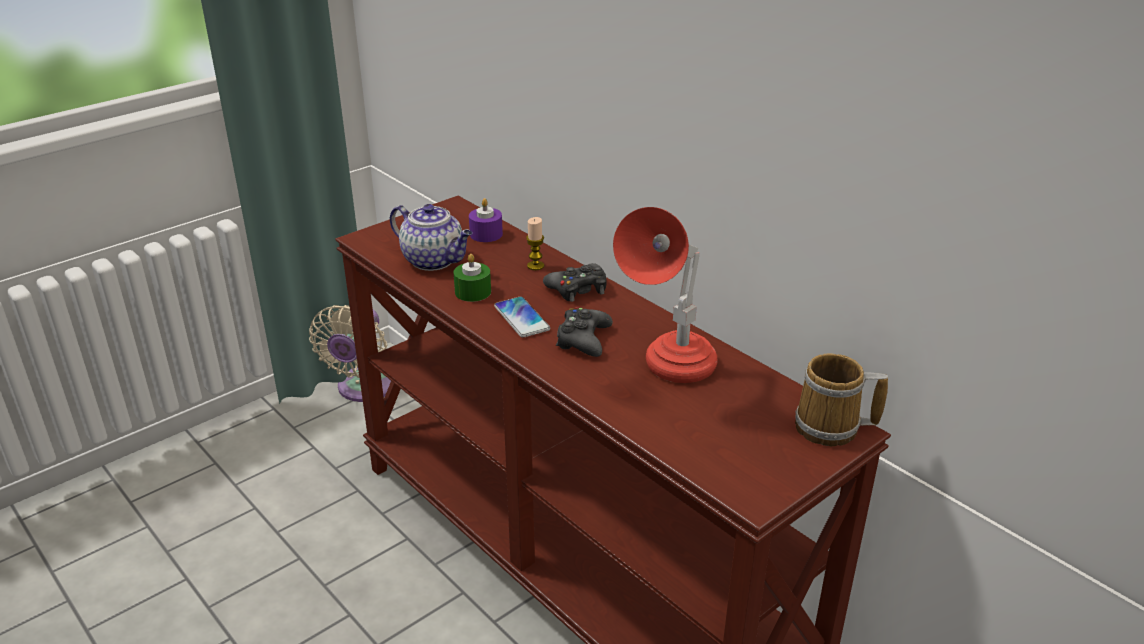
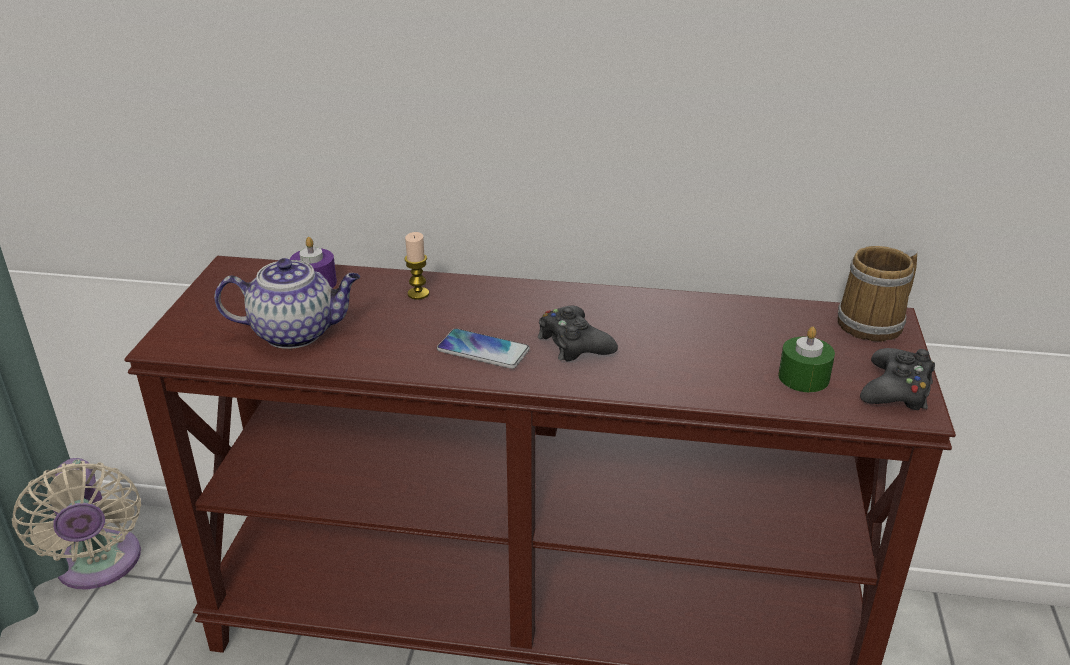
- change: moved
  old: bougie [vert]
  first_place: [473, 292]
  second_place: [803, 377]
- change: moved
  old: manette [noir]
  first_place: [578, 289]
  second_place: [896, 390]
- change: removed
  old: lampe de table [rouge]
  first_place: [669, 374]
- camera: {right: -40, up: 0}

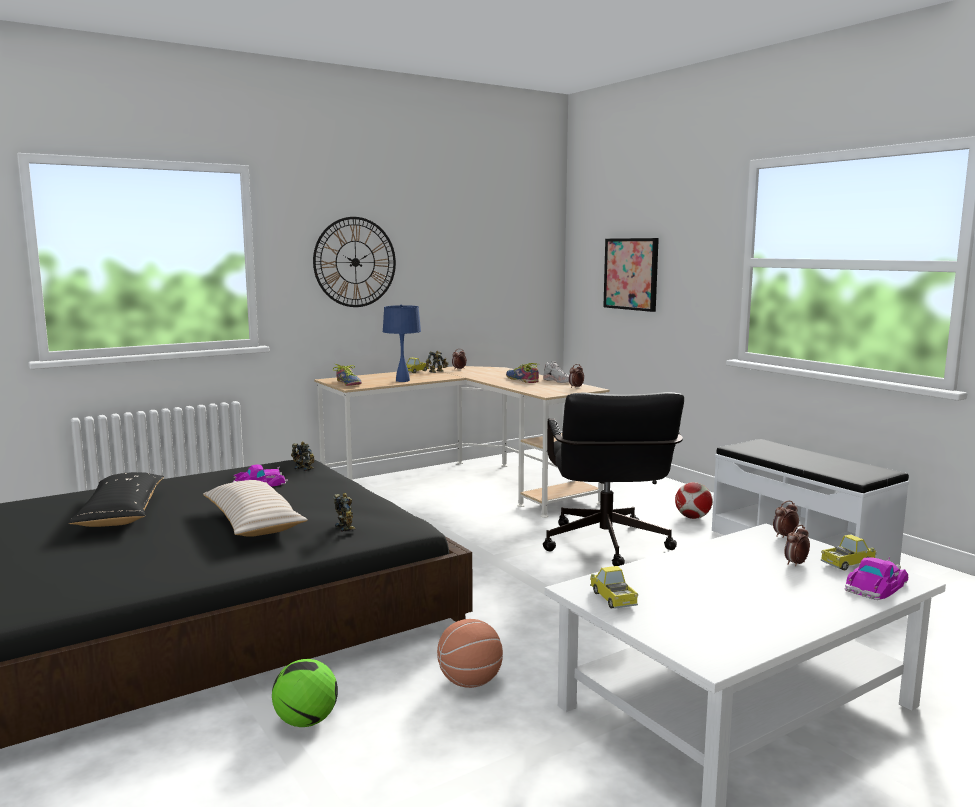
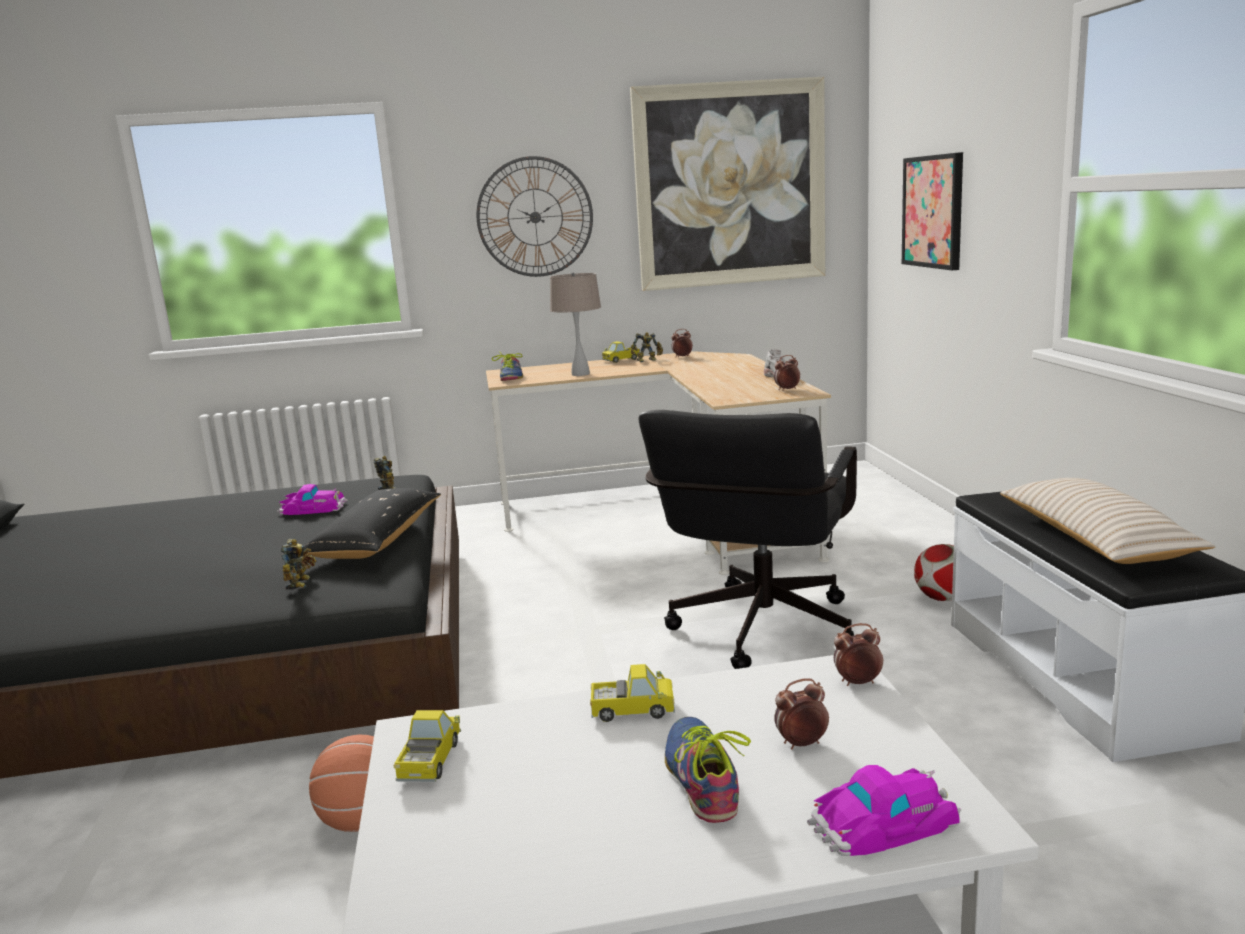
- change: moved
  old: coussin [noir]
  first_place: [121, 513]
  second_place: [376, 540]
- change: recoloured
  old: lampe de table [bleu]
  new: lampe de table [beige]
  first_place: [402, 380]
  second_place: [580, 374]
- change: moved
  old: camion jouet
  first_place: [847, 564]
  second_place: [633, 711]
- change: added
  new: tableau
  second_place: [730, 185]
- change: moved
  old: chaussure
  first_place: [522, 380]
  second_place: [701, 778]
- change: moved
  old: coussin [beige]
  first_place: [253, 522]
  second_place: [1095, 540]
- change: removed
  old: ballon de foot
  first_place: [306, 721]
- camera: {right: 25, up: 5}

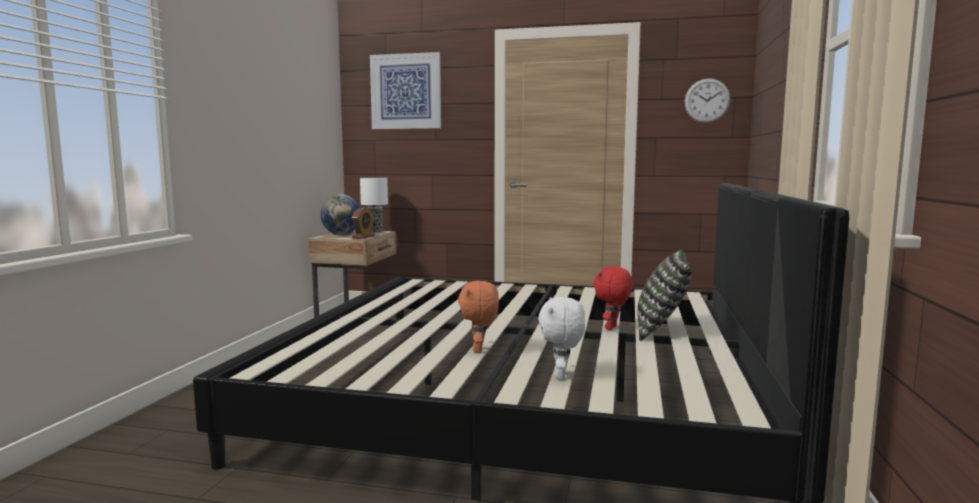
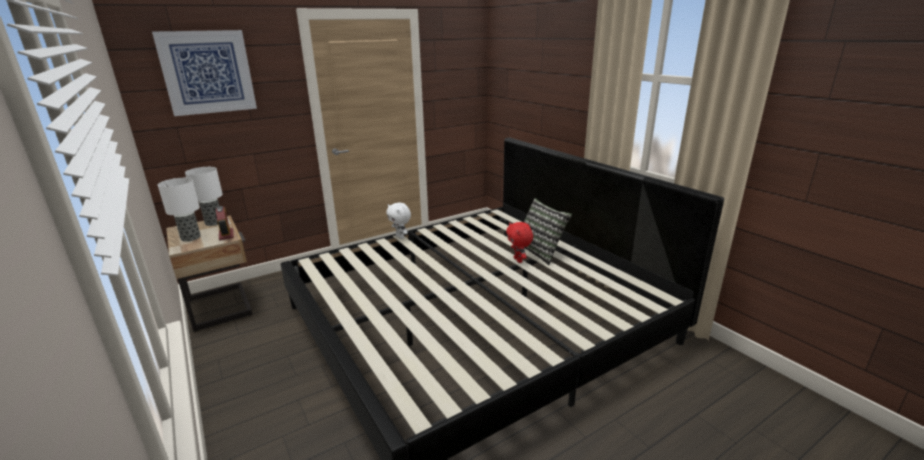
- change: replaced
  old: globe
  new: lampe de table
  first_place: [342, 234]
  second_place: [191, 237]
- change: moved
  old: peluche [blanc]
  first_place: [561, 376]
  second_place: [400, 237]
- change: removed
  old: peluche [orange]
  first_place: [479, 350]
- change: removed
  old: horloge murale
  first_place: [707, 100]
- camera: {right: -45, up: 15}

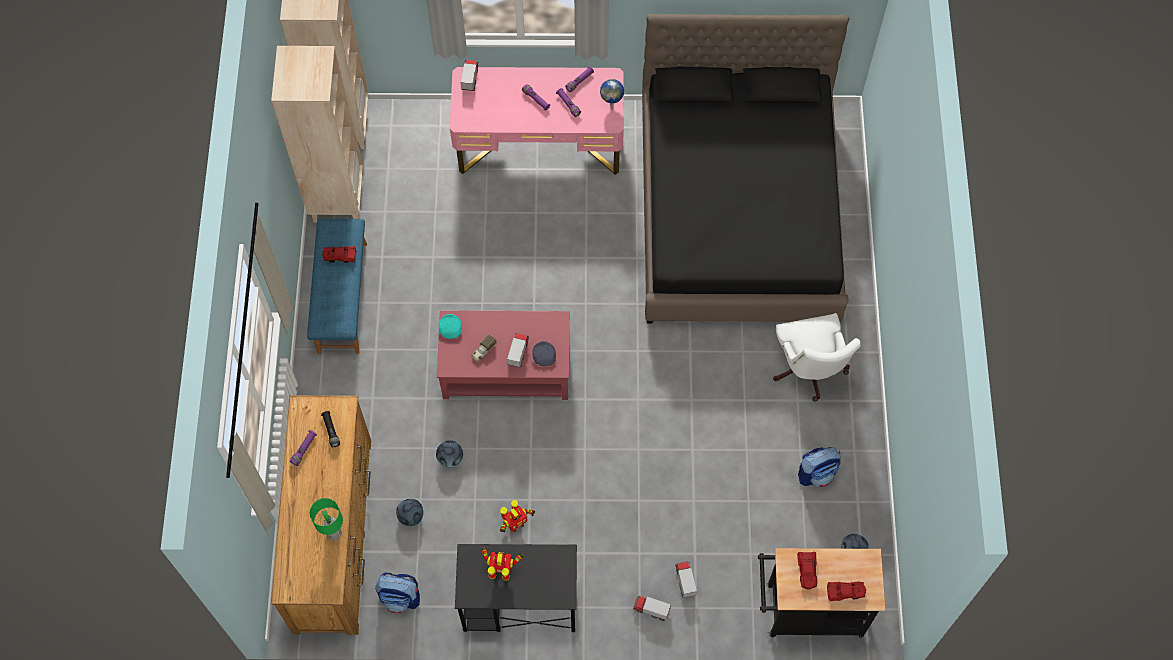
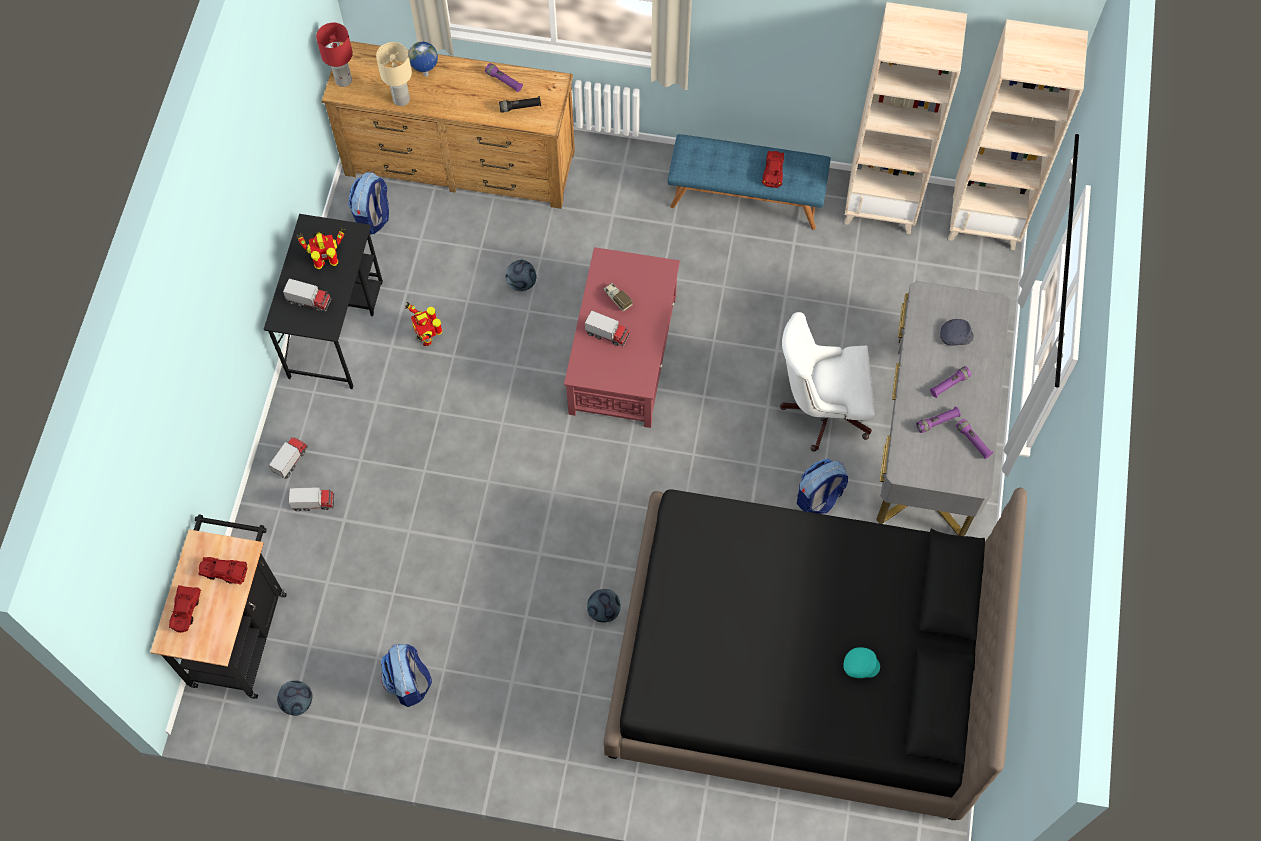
- change: moved
  old: camion jouet
  first_place: [470, 79]
  second_place: [309, 301]
- change: turned
  old: robot jouet
  first_place: [501, 570]
  second_place: [328, 263]
  degrees: -120
- change: added
  new: lampe de table [rouge]
  second_place: [344, 80]
- change: recoloured
  old: lampe de table [vert]
  new: lampe de table [beige]
  first_place: [334, 533]
  second_place: [401, 100]
- change: moved
  old: globe
  first_place: [612, 103]
  second_place: [426, 75]
- change: moved
  old: ballon de foot
  first_place: [411, 516]
  second_place: [604, 611]
- change: moved
  old: chaise de bureau [blanc]
  first_place: [809, 371]
  second_place: [821, 409]
- change: added
  new: sac à dos
  second_place: [819, 498]
- change: moved
  old: casquette [turquoise]
  first_place: [450, 328]
  second_place: [860, 665]
- change: recoloured
  old: bureau [rose]
  new: bureau [gris]
  first_place: [539, 146]
  second_place: [930, 435]
- change: moved
  old: casquette [gris]
  first_place: [543, 355]
  second_place: [955, 335]
- camera: {right: 100, up: 0}

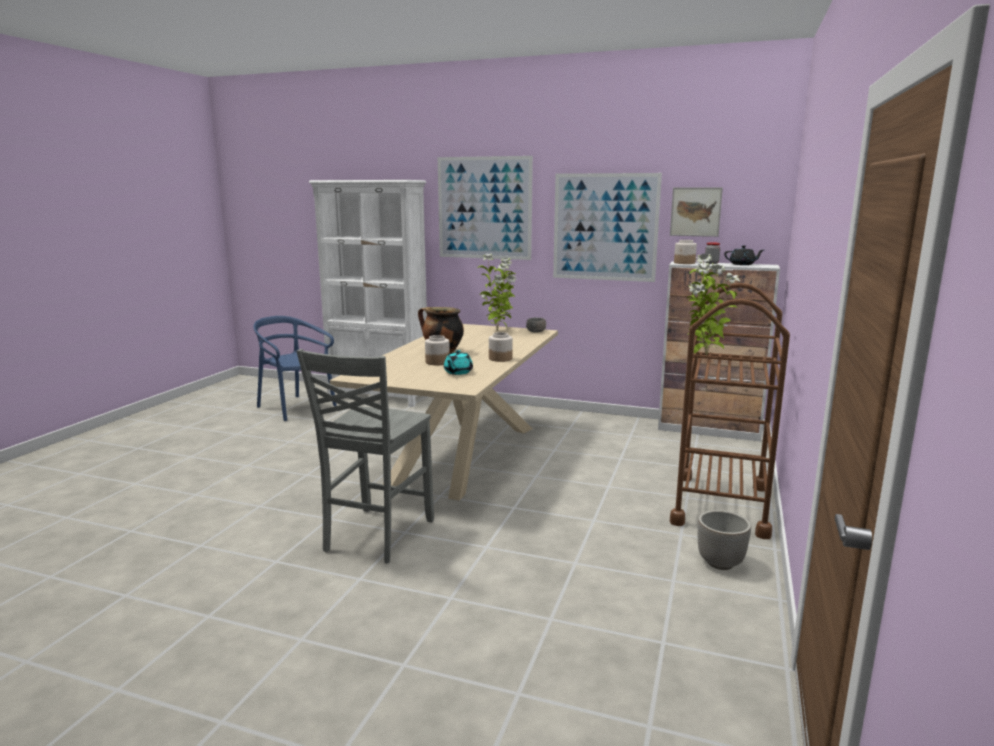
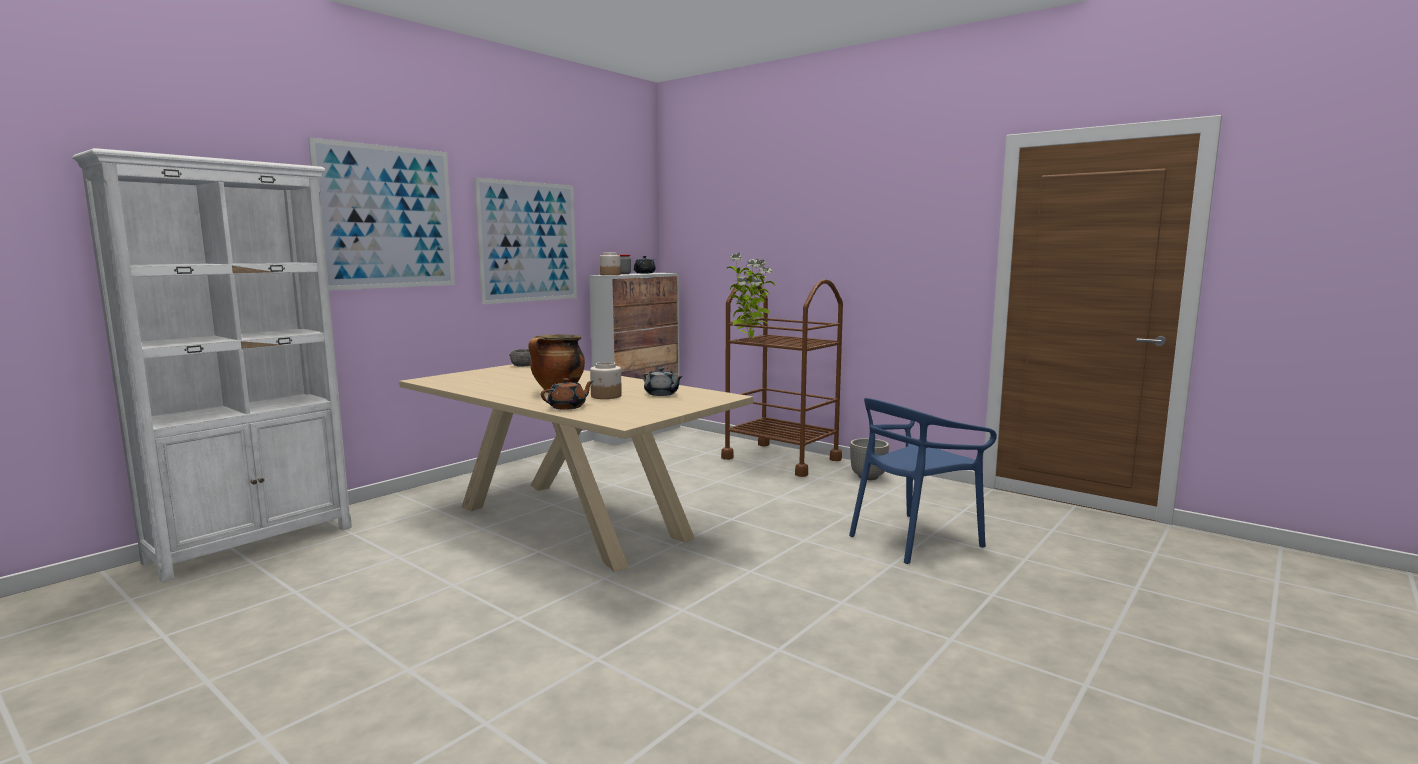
- change: added
  new: théière [marron]
  second_place: [568, 407]
- change: recoloured
  old: théière [turquoise]
  new: théière [gris]
  first_place: [457, 372]
  second_place: [662, 394]
- change: moved
  old: chaise [bleu]
  first_place: [295, 407]
  second_place: [913, 539]
- change: removed
  old: chaise [gris]
  first_place: [376, 536]
- change: removed
  old: plante en pot
  first_place: [498, 331]
- change: removed
  old: bocal
  first_place: [500, 358]
- change: removed
  old: tableau
  first_place: [695, 212]
- camera: {right: -70, up: -5}

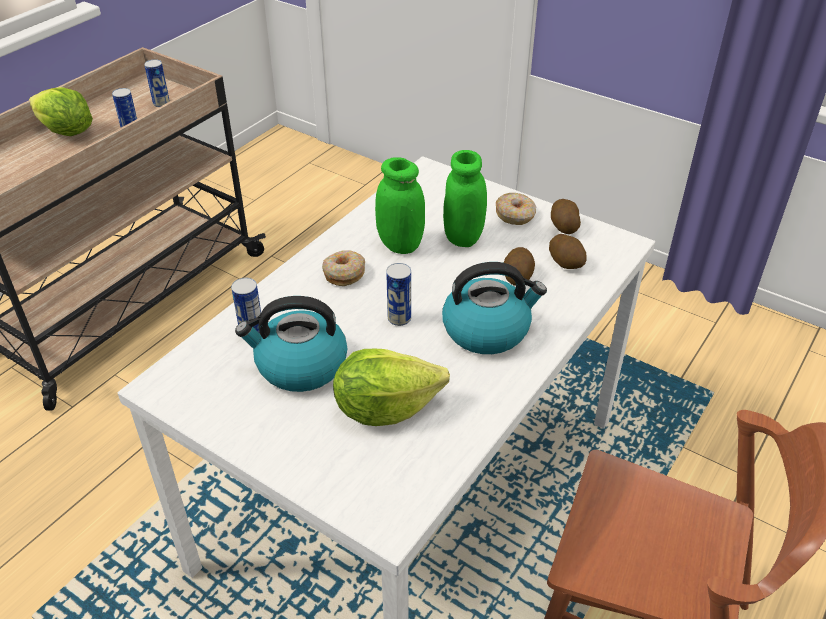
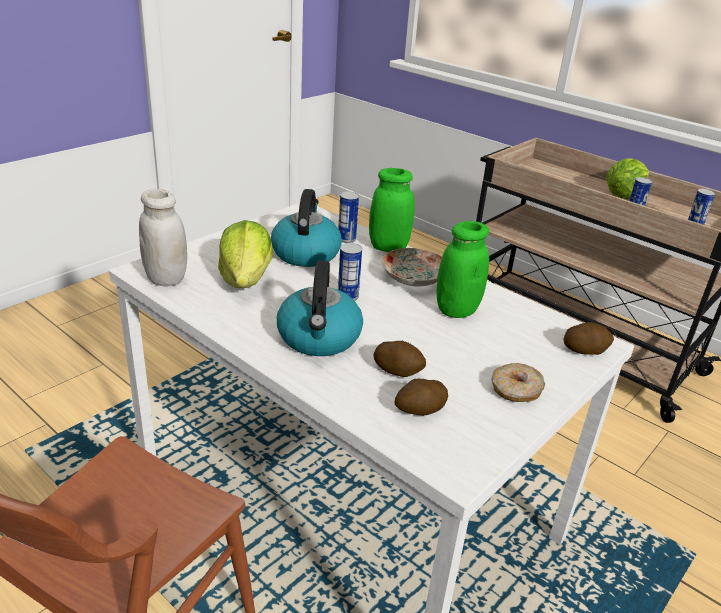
- change: added
  new: bocal [blanc]
  second_place: [166, 279]
- change: moved
  old: bocal [vert]
  first_place: [463, 237]
  second_place: [388, 247]
- change: replaced
  old: beignet
  new: assiette
  first_place: [344, 273]
  second_place: [414, 279]
- change: moved
  old: pomme de terre
  first_place: [563, 226]
  second_place: [585, 350]
- camera: {right: 95, up: -10}

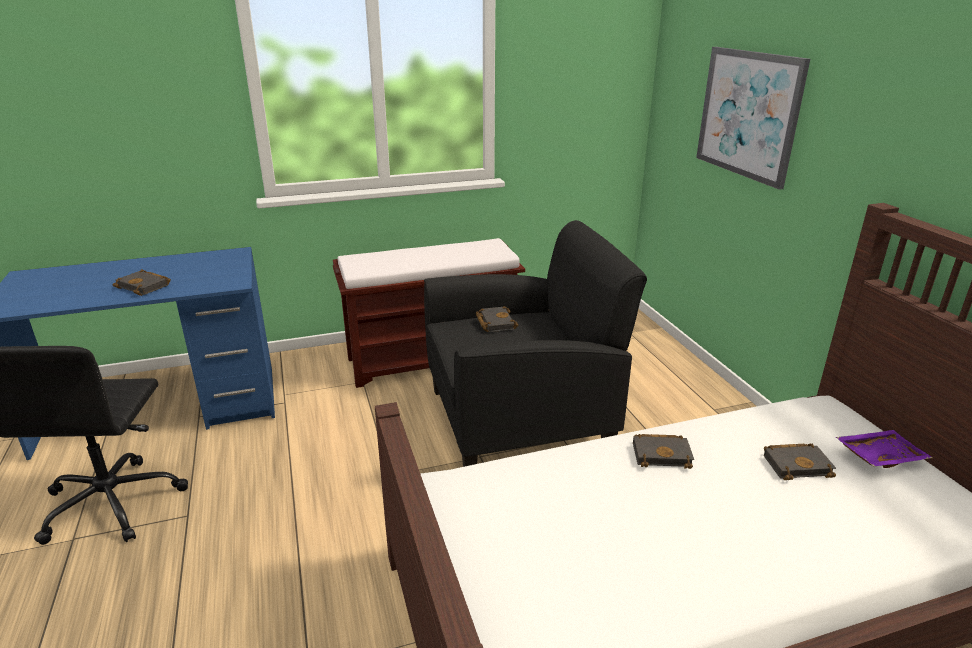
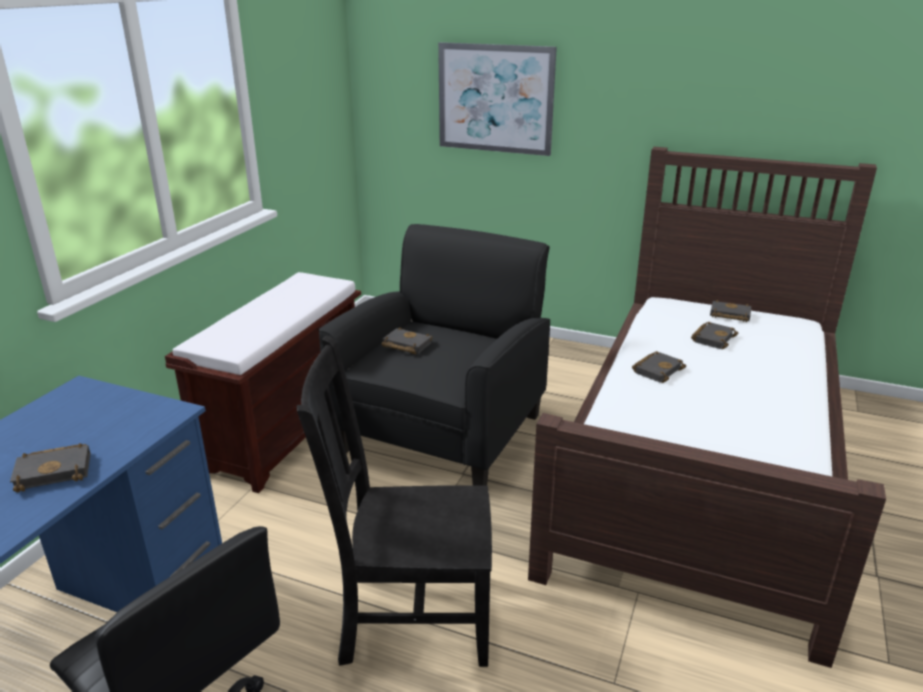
- change: added
  new: chaise [noir]
  second_place: [410, 617]
- change: replaced
  old: plateau [violet]
  new: livre [noir]
  first_place: [879, 456]
  second_place: [728, 315]
- camera: {right: -50, up: 0}

